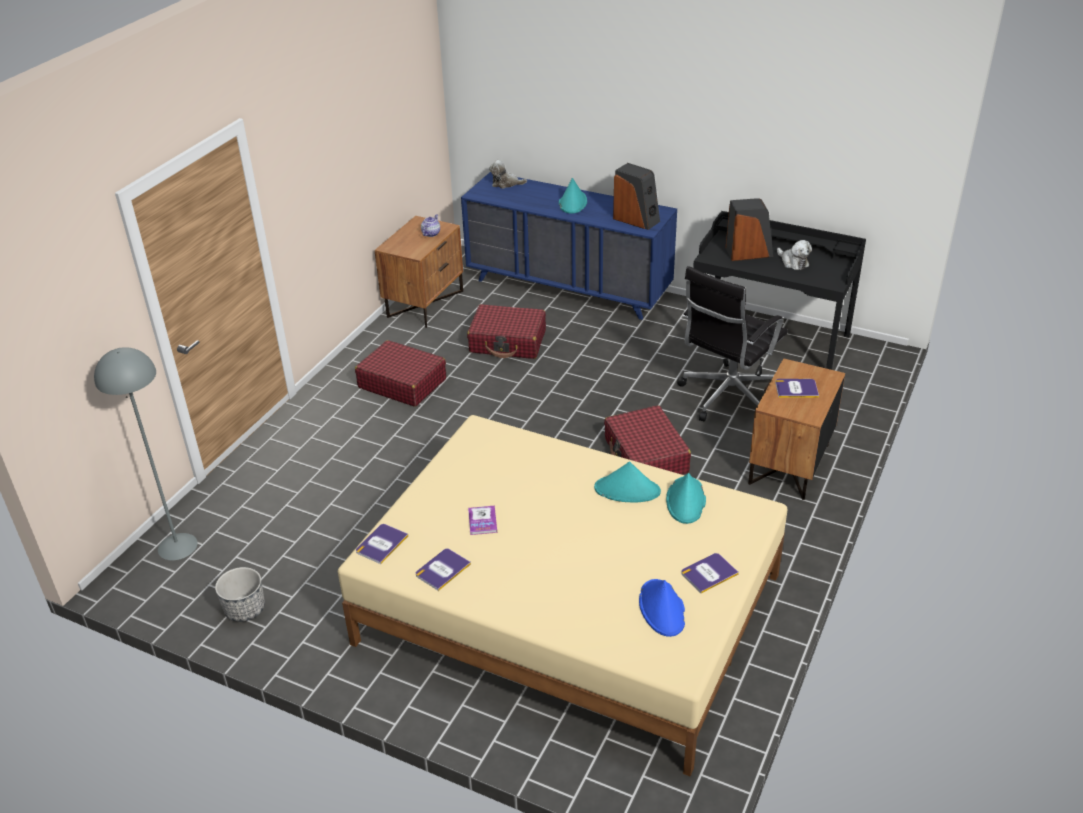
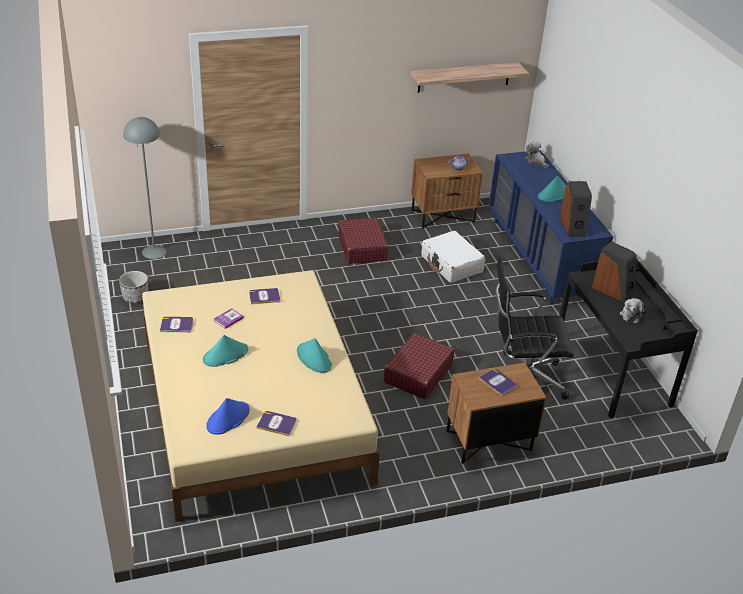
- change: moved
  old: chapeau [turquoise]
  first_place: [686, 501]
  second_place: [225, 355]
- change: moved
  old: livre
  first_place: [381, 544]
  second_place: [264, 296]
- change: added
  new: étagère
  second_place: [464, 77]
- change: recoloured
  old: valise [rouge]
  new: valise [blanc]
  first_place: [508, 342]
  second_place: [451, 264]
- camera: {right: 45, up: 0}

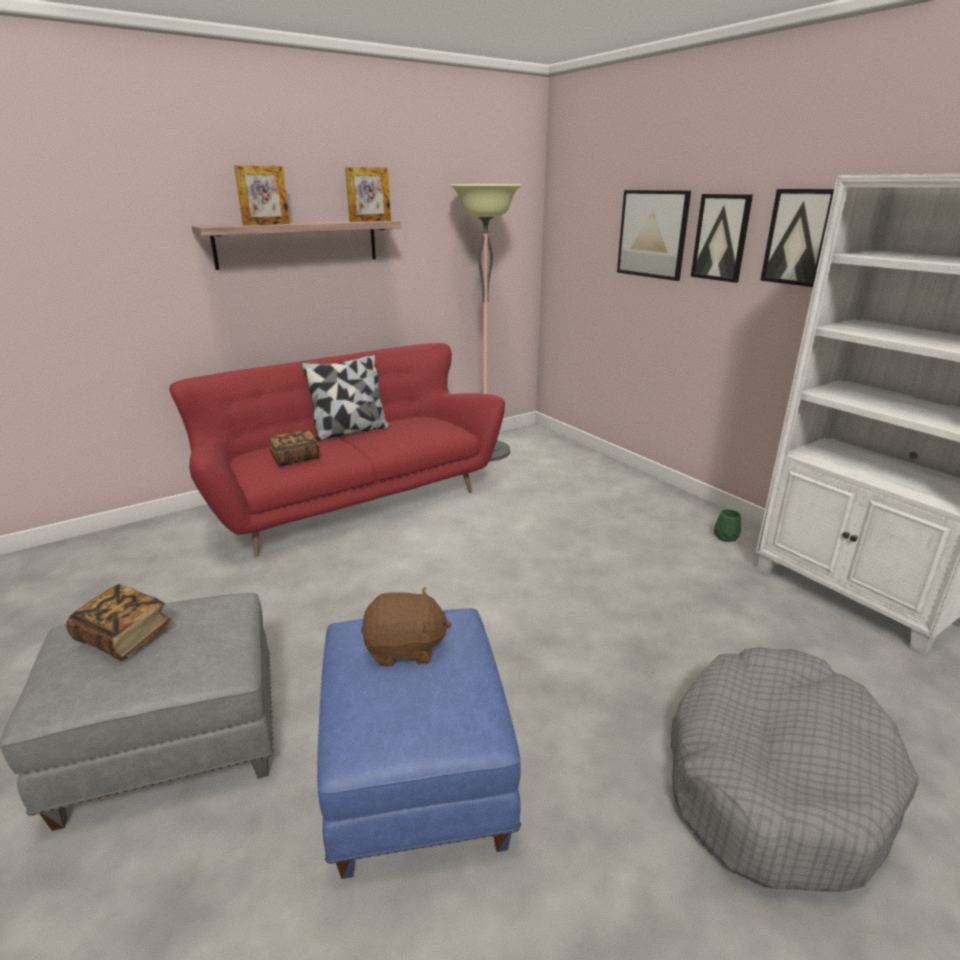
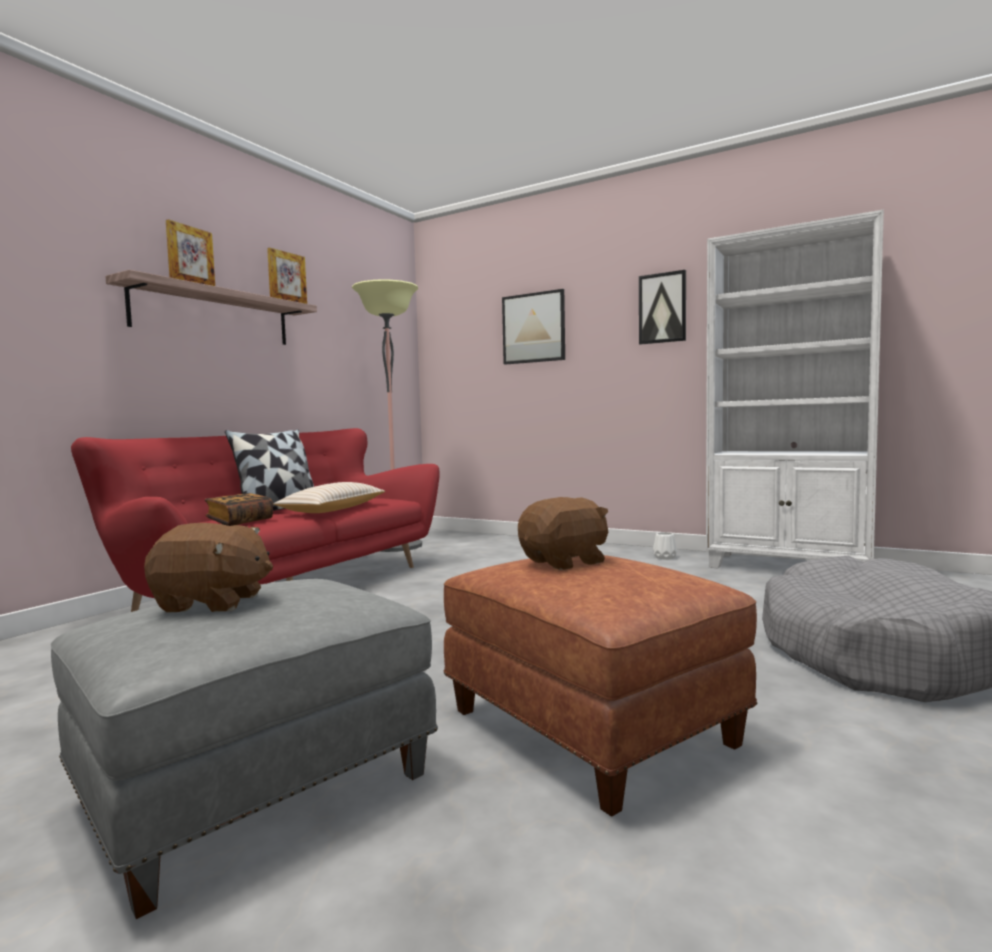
- change: replaced
  old: livre
  new: peluche [marron]
  first_place: [124, 636]
  second_place: [212, 603]
- change: added
  new: coussin [beige]
  second_place: [333, 510]
- change: recoloured
  old: pouf [bleu]
  new: pouf [marron]
  first_place: [414, 772]
  second_place: [586, 727]
- change: recoloured
  old: vase [vert]
  new: vase [blanc]
  first_place: [726, 537]
  second_place: [665, 557]
- change: removed
  old: tableau
  first_place: [721, 237]
- camera: {right: -25, up: -20}

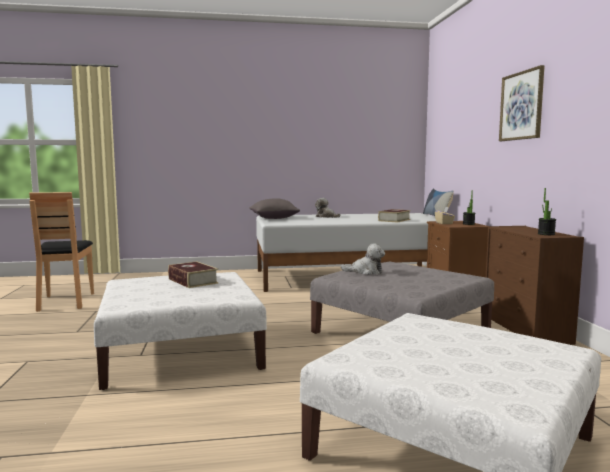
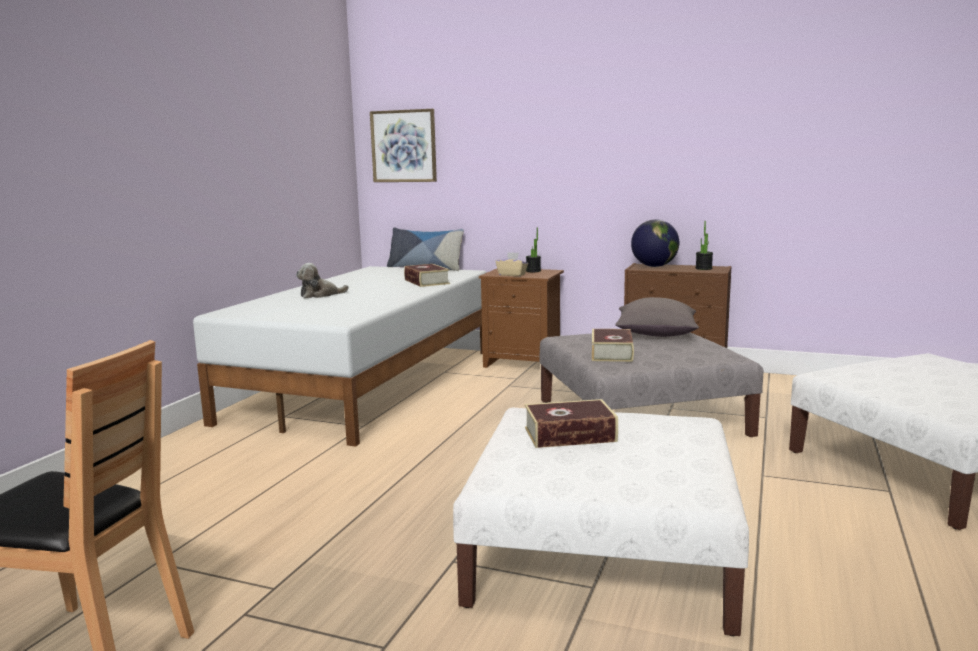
- change: moved
  old: tableau
  first_place: [521, 106]
  second_place: [404, 146]
- change: replaced
  old: peluche
  new: livre
  first_place: [365, 272]
  second_place: [612, 353]
- change: moved
  old: coussin [gris]
  first_place: [273, 218]
  second_place: [656, 334]
- change: added
  new: globe
  second_place: [654, 266]
- camera: {right: -60, up: 5}

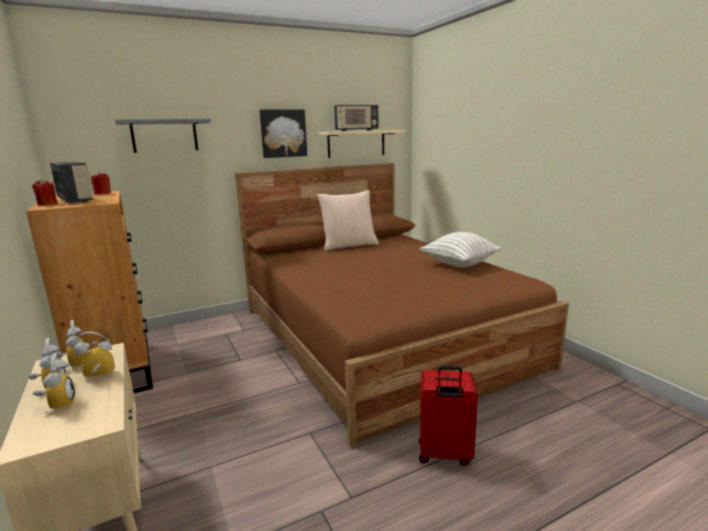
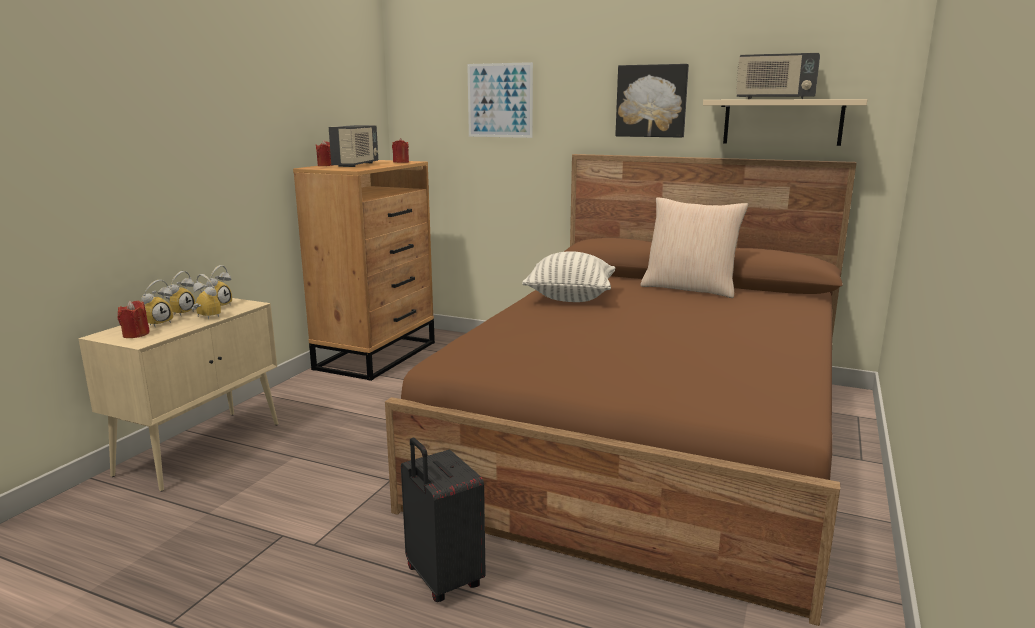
- change: added
  new: bougie [rouge]
  second_place: [136, 334]
- change: recoloured
  old: valise [rouge]
  new: valise [noir]
  first_place: [444, 454]
  second_place: [442, 579]
- change: replaced
  old: étagère [gris]
  new: tableau
  first_place: [164, 136]
  second_place: [500, 100]
- change: moved
  old: coussin
  first_place: [459, 264]
  second_place: [570, 298]
- camera: {right: 50, up: 0}

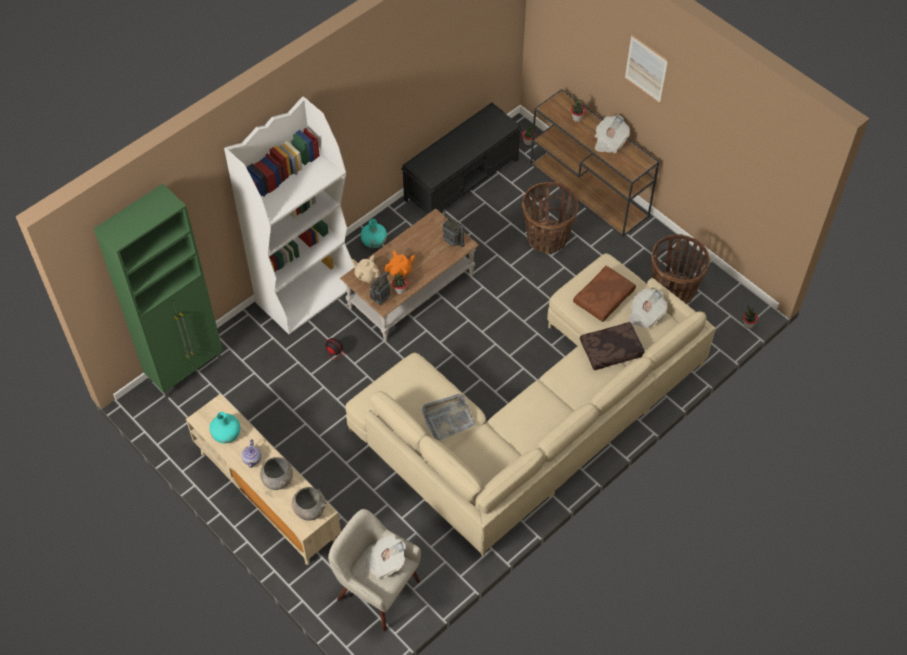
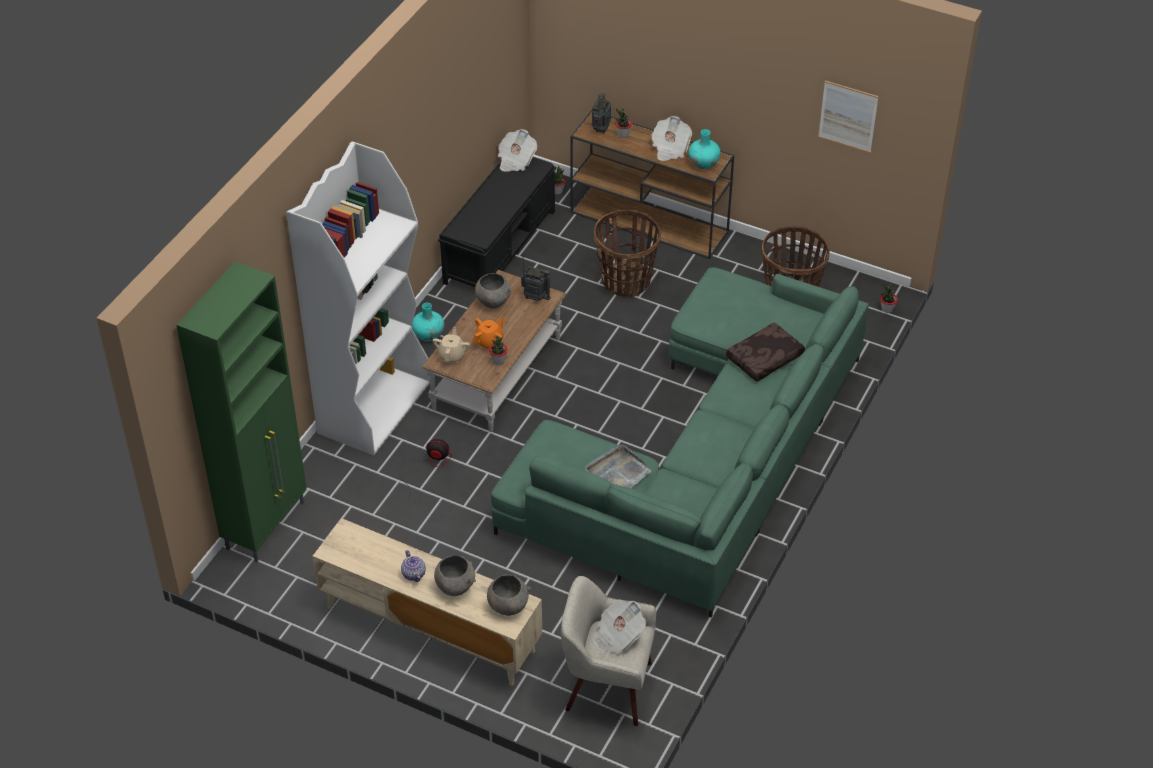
- change: turned
  old: théière [beige]
  first_place: [366, 275]
  second_place: [452, 356]
  degrees: 90
- change: added
  new: bol [gris]
  second_place: [493, 301]
- change: recoloured
  old: canapé [beige]
  new: canapé [vert]
  first_place: [536, 416]
  second_place: [701, 460]
- change: moved
  old: journal
  first_place: [645, 314]
  second_place: [515, 160]
- change: moved
  old: radio
  first_place: [381, 299]
  second_place: [601, 129]
- change: moved
  old: vase [turquoise]
  first_place: [226, 435]
  second_place: [703, 163]
- change: moved
  old: tableau
  first_place: [646, 68]
  second_place: [848, 116]
- change: removed
  old: coussin [marron]
  first_place: [604, 298]
- camera: {right: -20, up: -10}

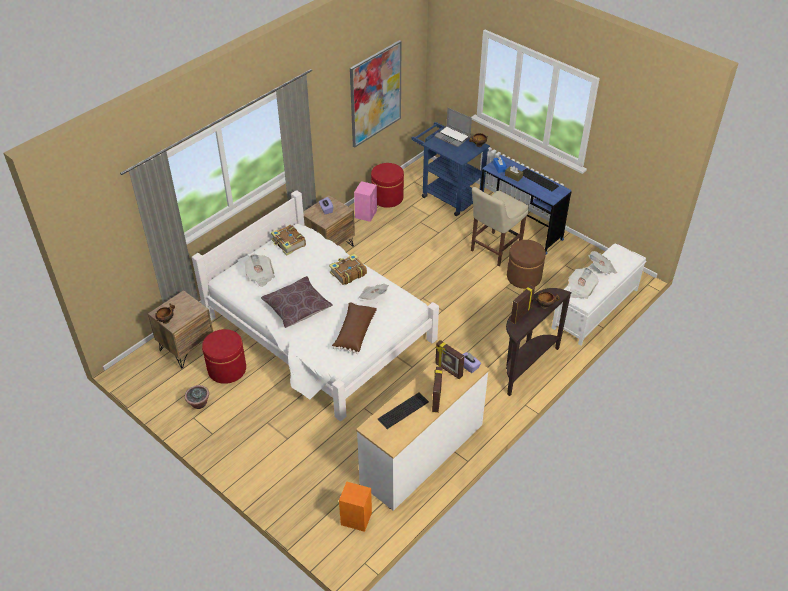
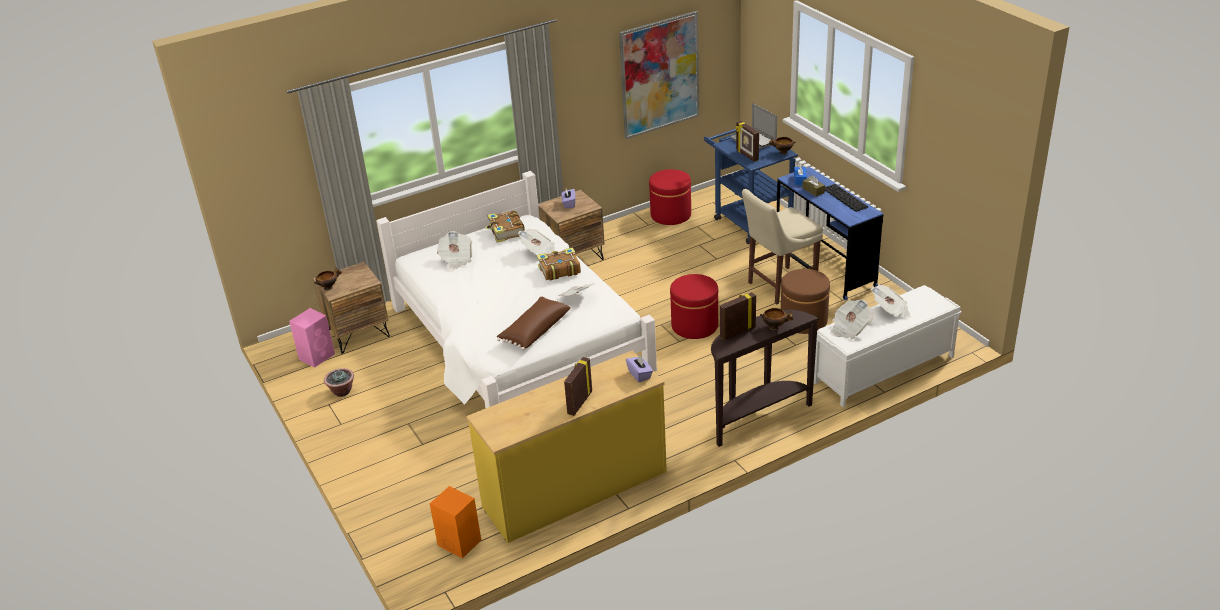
- change: moved
  old: enceinte [rose]
  first_place: [366, 213]
  second_place: [317, 356]
- change: recoloured
  old: commode [blanc]
  new: commode [jaune]
  first_place: [422, 454]
  second_place: [575, 490]
- change: added
  new: journal
  second_place: [539, 251]
- change: moved
  old: pouf [rouge]
  first_place: [227, 369]
  second_place: [694, 326]
- change: moved
  old: cadre photo
  first_place: [448, 370]
  second_place: [746, 155]
- change: removed
  old: coussin [marron]
  first_place: [297, 308]
- change: removed
  old: clavier
  first_place: [403, 410]
- camera: {right: 20, up: -10}

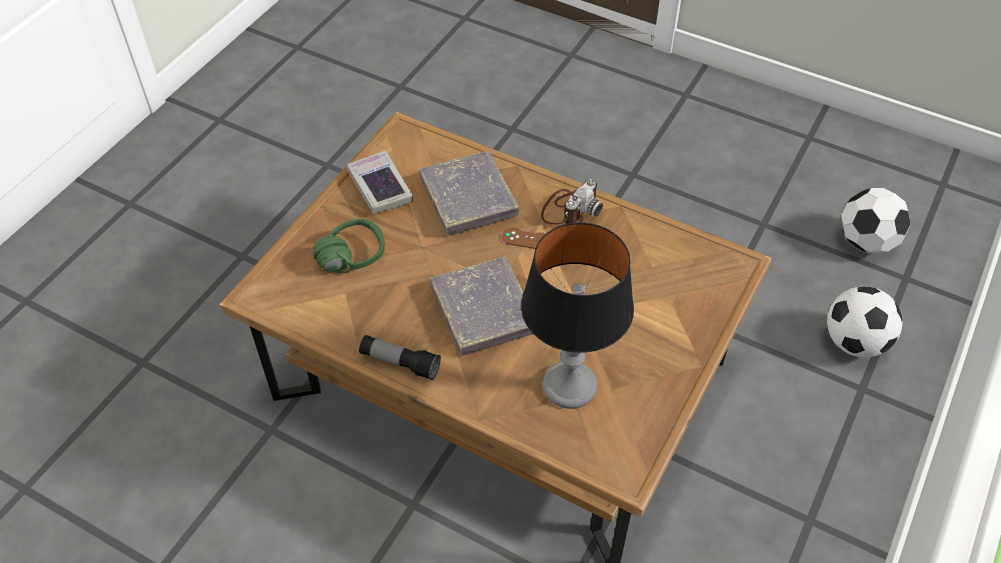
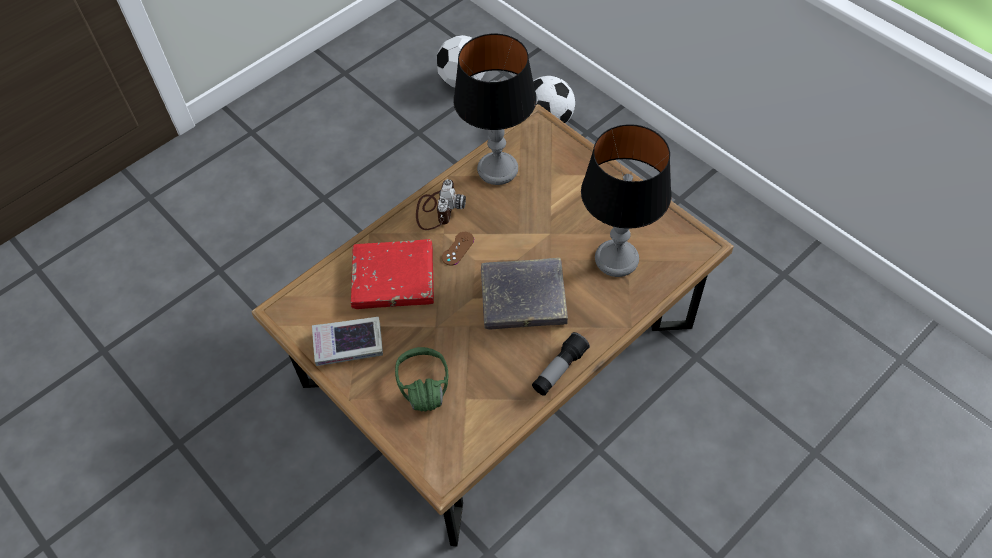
- change: recoloured
  old: livre [gris]
  new: livre [rouge]
  first_place: [468, 198]
  second_place: [393, 278]
- change: turned
  old: appareil photo
  first_place: [569, 208]
  second_place: [437, 209]
  degrees: 45
- change: added
  new: lampe de table
  second_place: [497, 170]
- camera: {right: -70, up: 5}

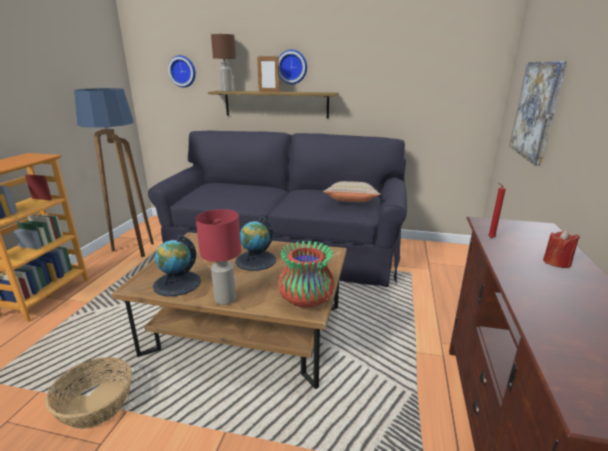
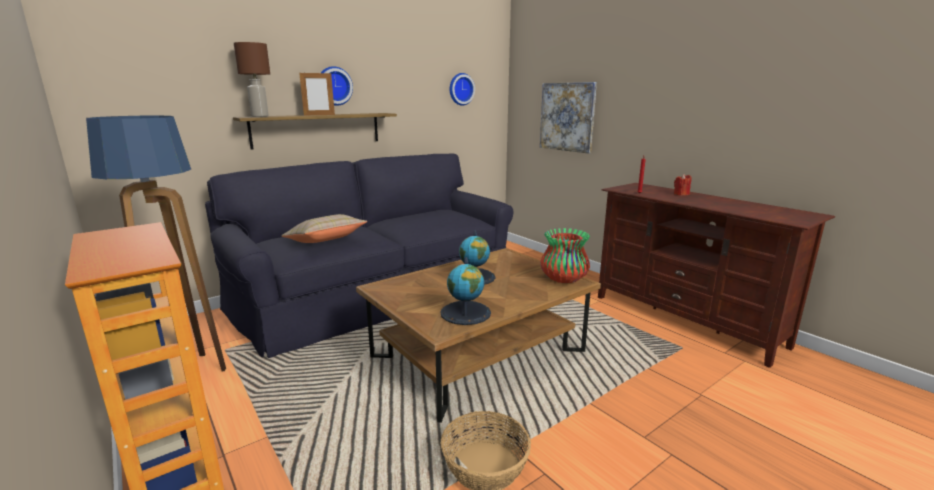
- change: moved
  old: coussin [beige]
  first_place: [351, 202]
  second_place: [325, 242]
- change: moved
  old: horloge murale
  first_place: [183, 71]
  second_place: [460, 89]
- change: removed
  old: lampe de table [rouge]
  first_place: [224, 299]
- camera: {right: -50, up: -5}

